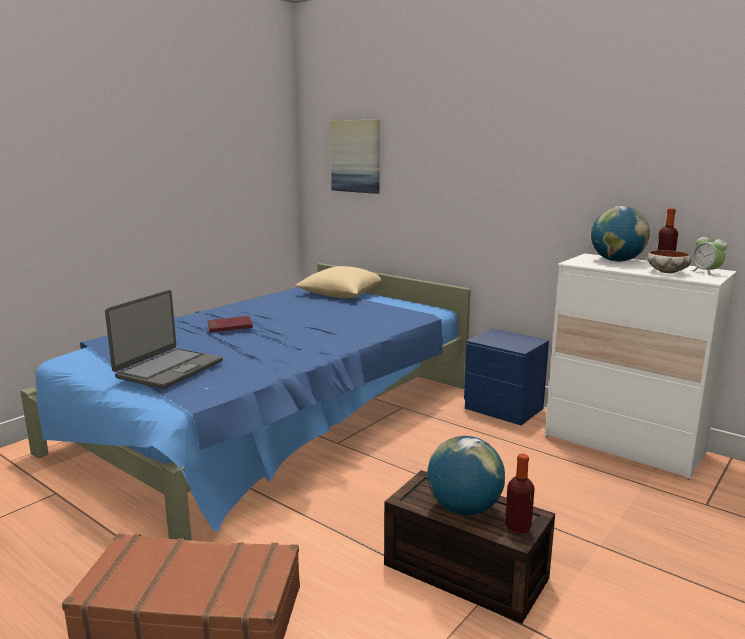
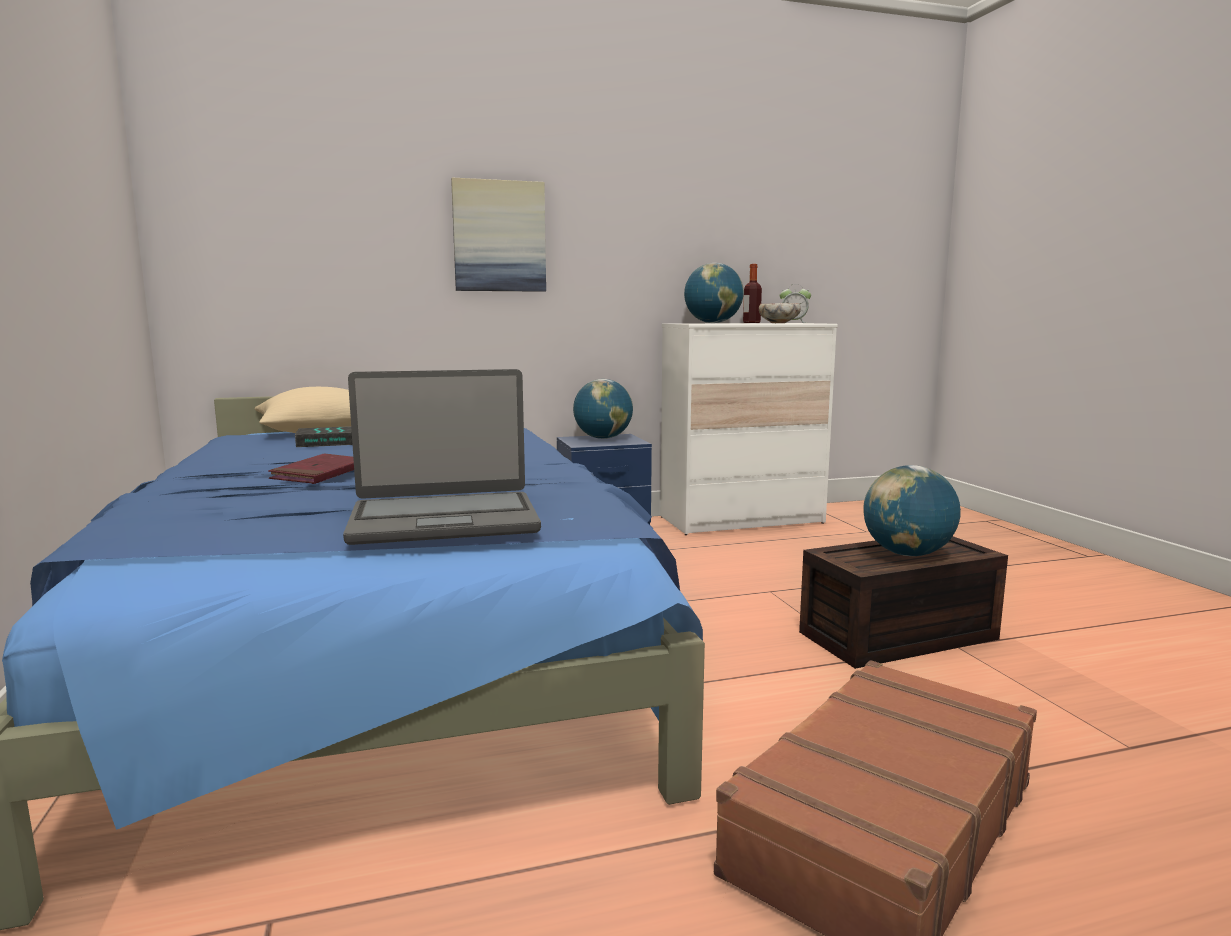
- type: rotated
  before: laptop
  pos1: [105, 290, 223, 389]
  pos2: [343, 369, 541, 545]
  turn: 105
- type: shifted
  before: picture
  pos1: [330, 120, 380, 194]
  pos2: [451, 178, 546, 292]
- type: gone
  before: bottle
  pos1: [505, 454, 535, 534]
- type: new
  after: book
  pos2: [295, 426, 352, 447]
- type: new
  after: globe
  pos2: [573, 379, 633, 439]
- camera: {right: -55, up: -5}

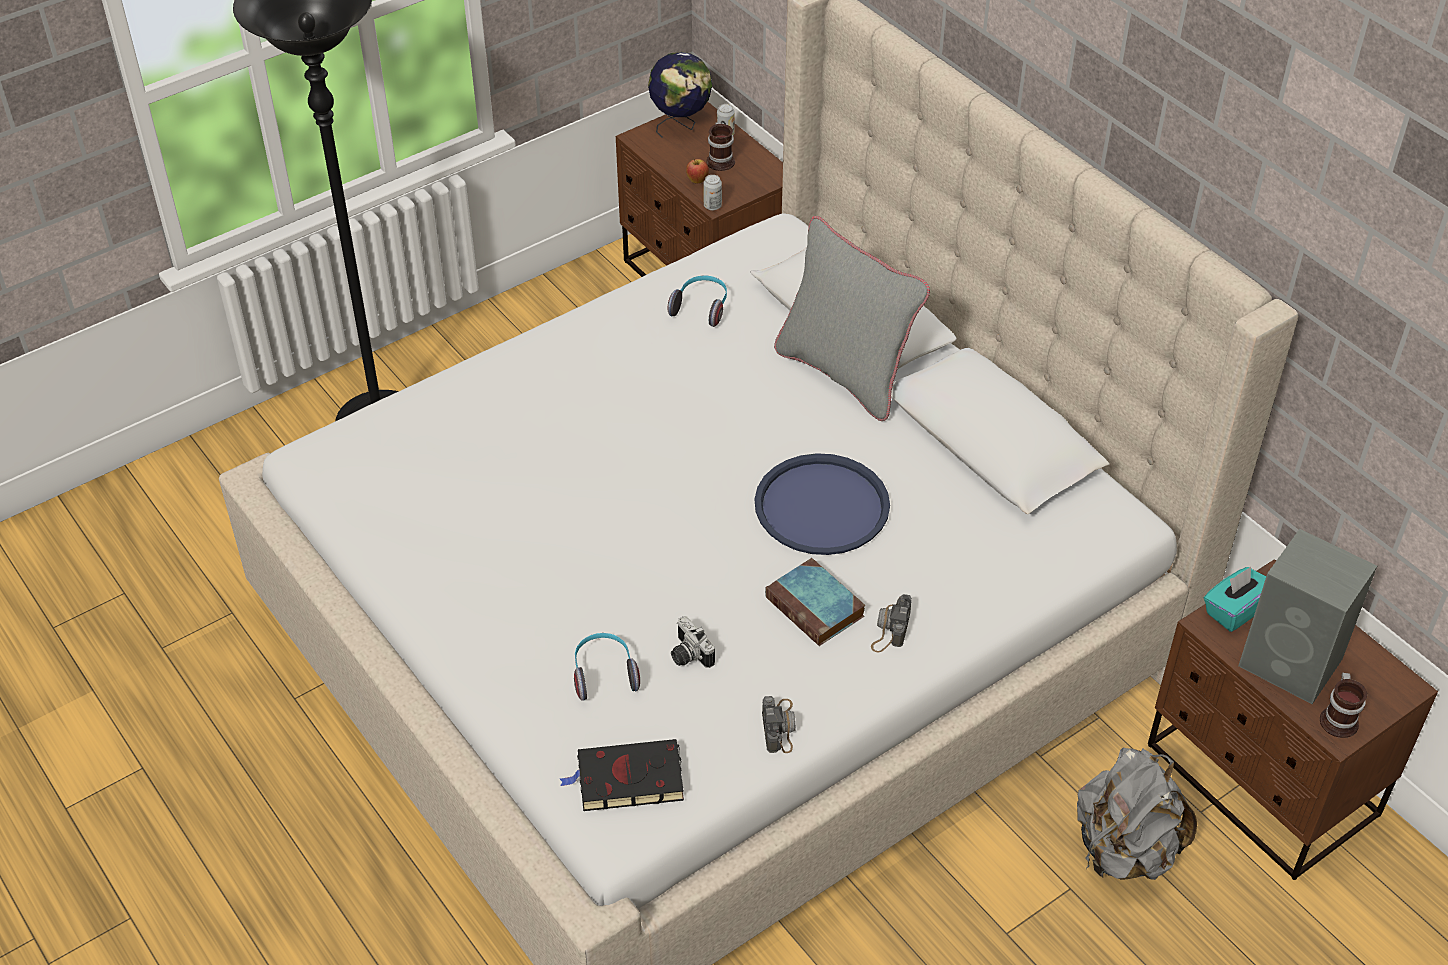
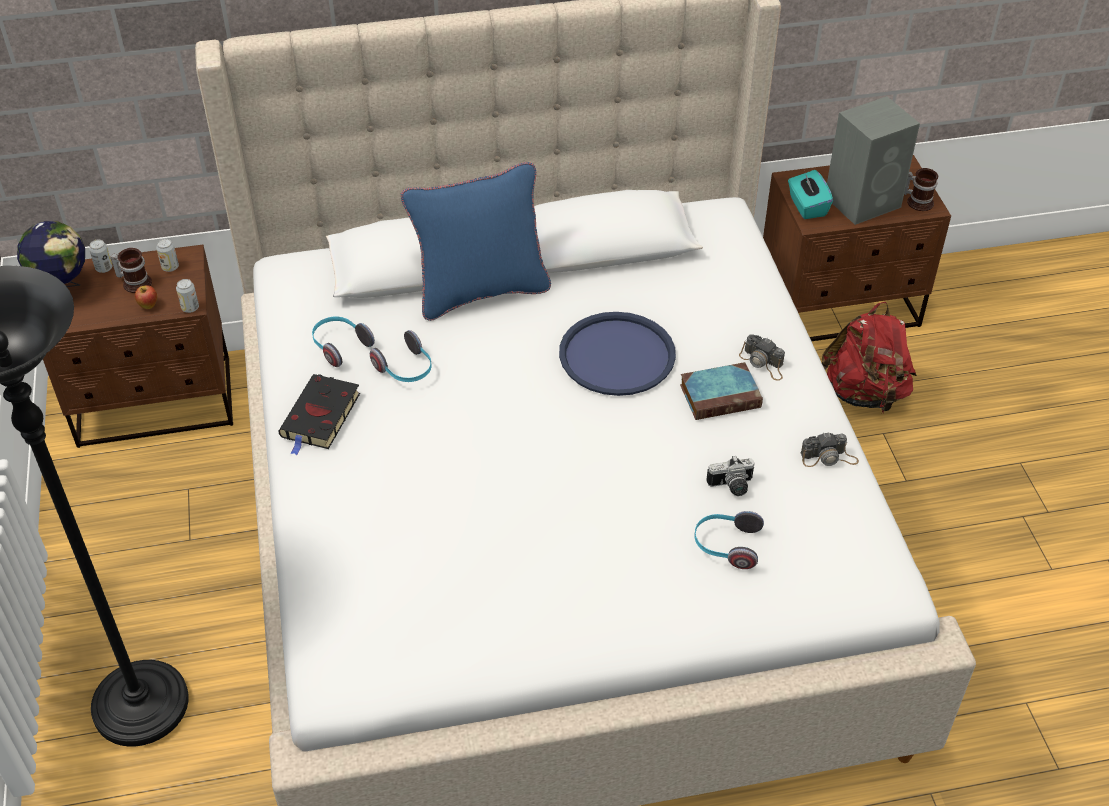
- type: shifted
  before: black_book
  pos1: [560, 739, 684, 811]
  pos2: [279, 374, 360, 456]
- type: rotated
  before: photo_camera
  pos1: [762, 696, 796, 753]
  pos2: [801, 433, 859, 467]
  turn: 150
- type: repainted
  before: grey_pillow
  after: blue_pillow
  pos1: [774, 216, 930, 421]
  pos2: [401, 162, 551, 321]
- type: repainted
  before: grey_backpack
  after: red_backpack
  pos1: [1077, 748, 1197, 880]
  pos2: [822, 302, 917, 414]
- type: new
  after: can
  pos2: [156, 239, 179, 272]
- type: new
  after: headphones
  pos2: [370, 330, 432, 382]
- camera: {right: -65, up: 0}

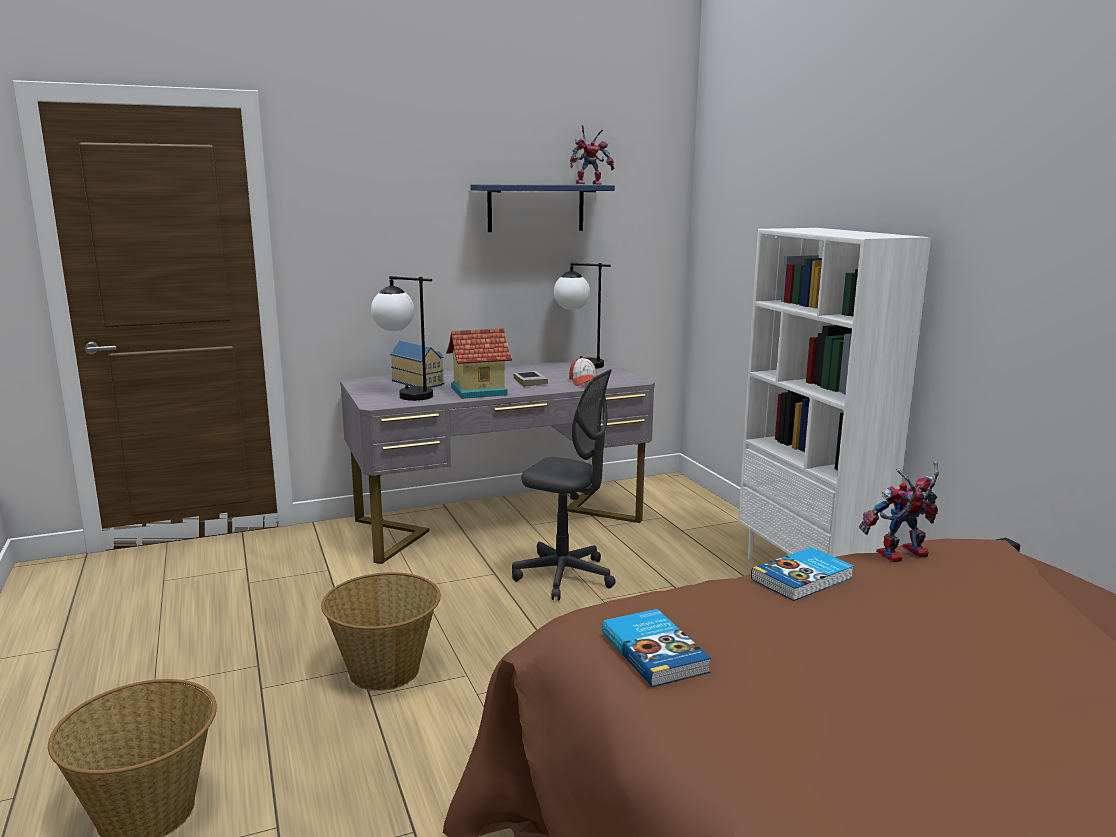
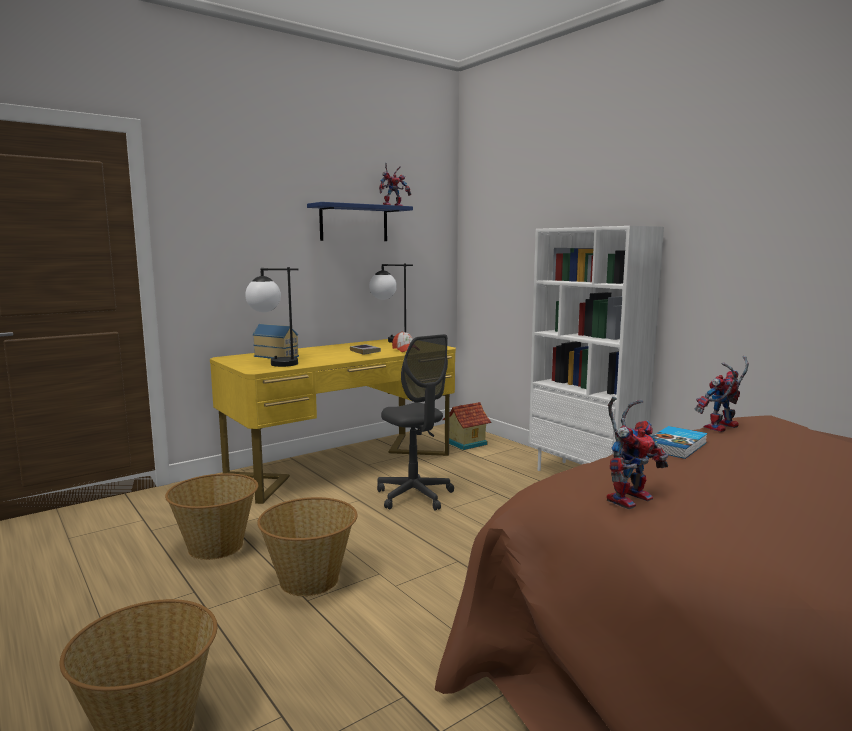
- type: repainted
  before: grey_desk
  after: yellow_desk
  pos1: [340, 360, 655, 564]
  pos2: [210, 339, 456, 504]
- type: shifted
  before: toy_house
  pos1: [446, 328, 512, 399]
  pos2: [442, 402, 491, 450]
- type: rotated
  before: grey_office_chair
  pos1: [512, 369, 616, 601]
  pos2: [377, 334, 454, 510]
  turn: 45
- type: swapped
  before: book
  after: toy_robot
  pos1: [602, 609, 711, 687]
  pos2: [607, 397, 668, 509]
- type: new
  after: basket
  pos2: [165, 473, 258, 560]
- camera: {right: -15, up: -5}

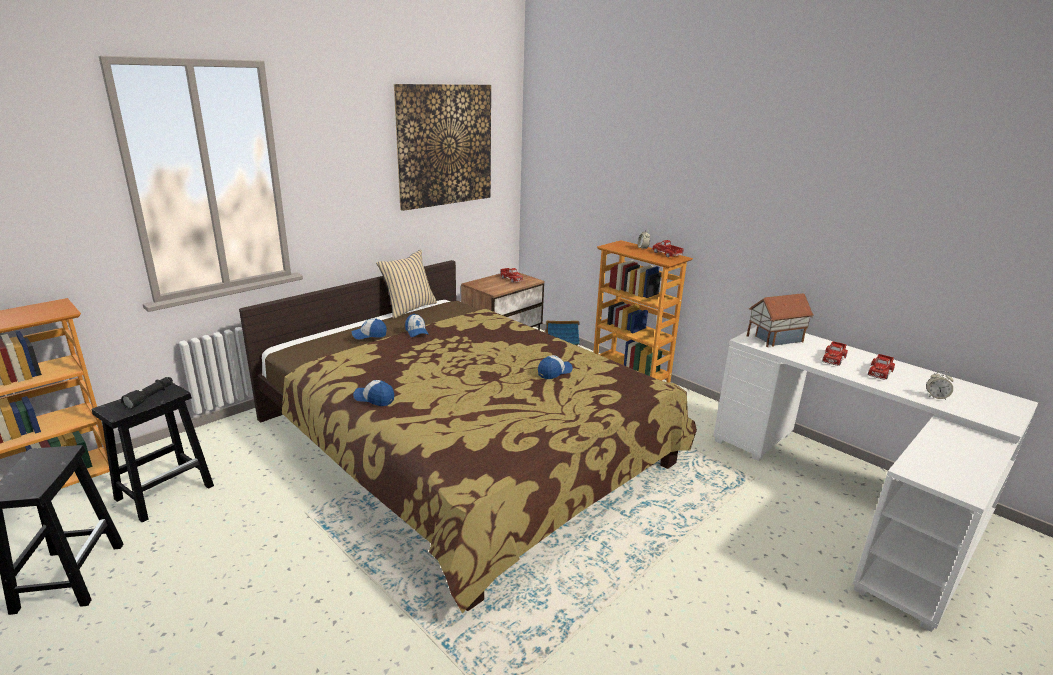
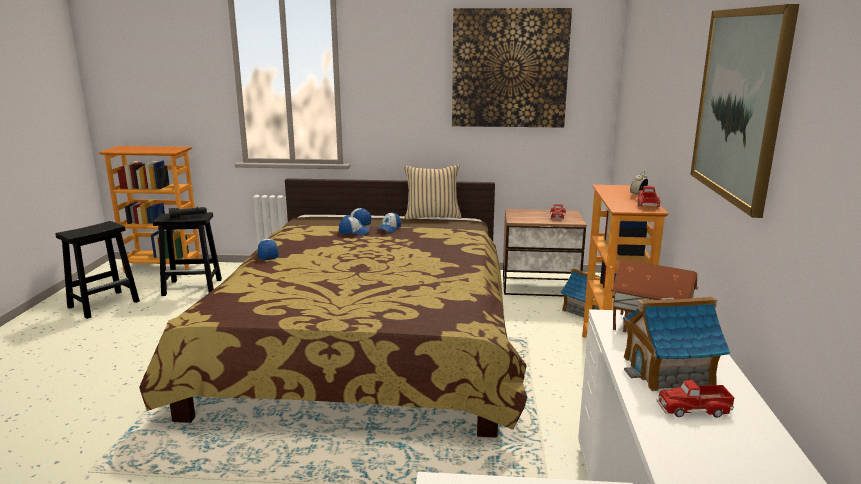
- type: shifted
  before: cap
  pos1: [538, 355, 573, 379]
  pos2: [339, 217, 371, 236]
- type: swapped
  before: toy_truck
  after: toy_house
  pos1: [822, 341, 848, 366]
  pos2: [623, 297, 730, 391]
- type: gone
  before: alarm_clock
  pos1: [926, 371, 954, 400]
- type: new
  after: picture
  pos2: [690, 4, 799, 218]
- camera: {right: 50, up: -5}

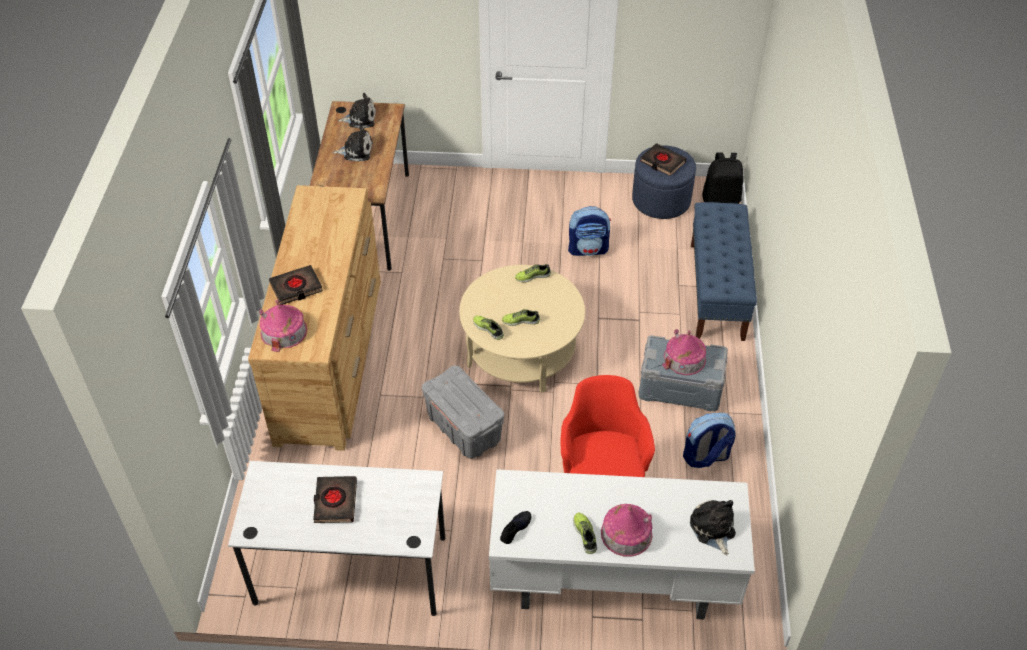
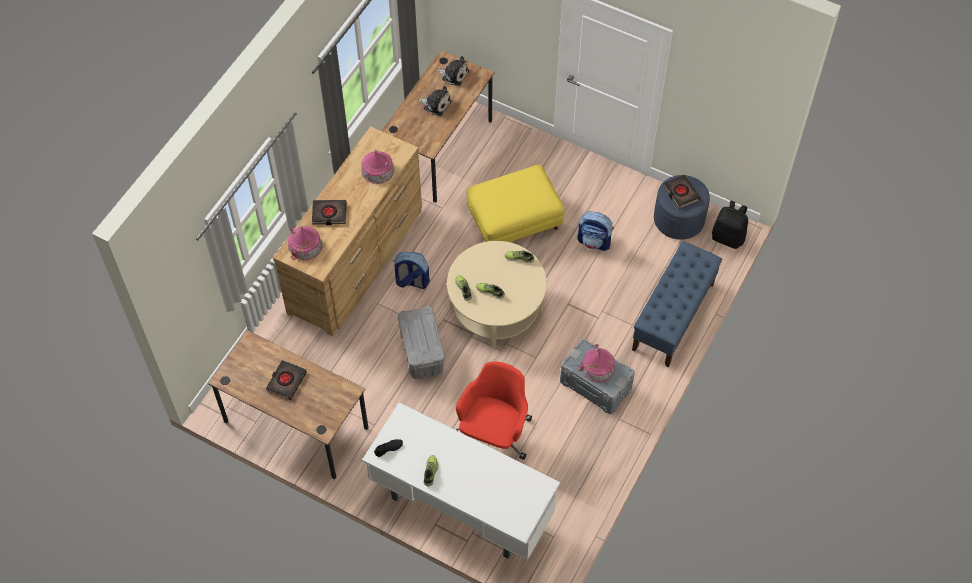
- type: repainted
  before: white_desk
  after: brown_desk
  pos1: [228, 461, 446, 616]
  pos2: [208, 330, 368, 479]
- type: shifted
  before: toy_house
  pos1: [601, 504, 652, 557]
  pos2: [361, 150, 394, 184]
- type: shifted
  before: backpack
  pos1: [683, 413, 735, 468]
  pos2: [393, 252, 430, 289]
- type: gone
  before: plush_toy
  pos1: [690, 500, 736, 555]
- type: new
  after: yellow_ottoman
  pos2: [466, 165, 564, 242]
- camera: {right: 25, up: 10}

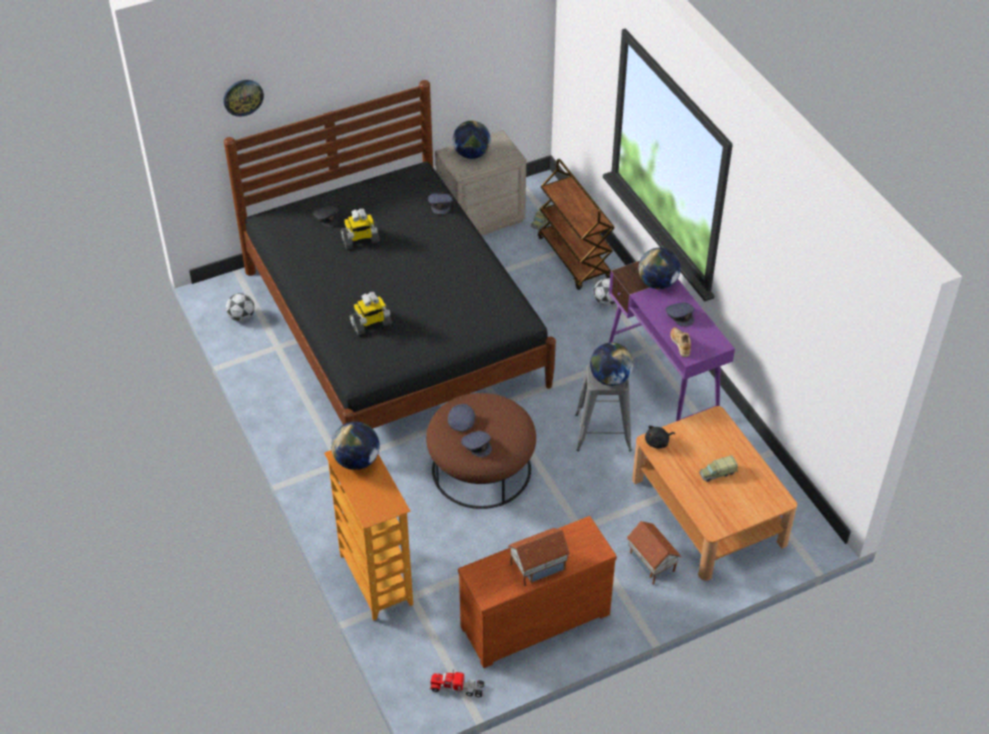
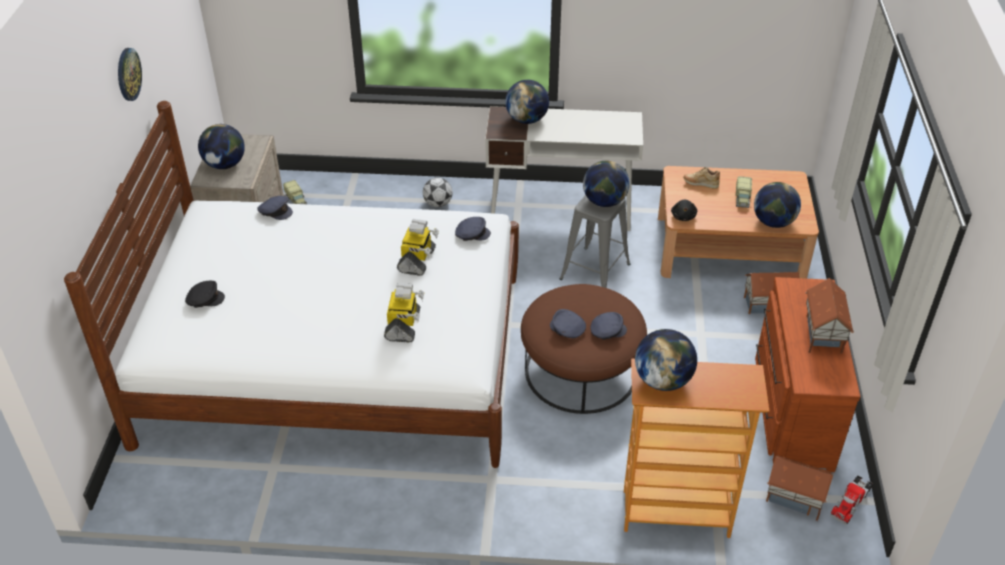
- type: shifted
  before: wall_clock
  pos1: [223, 80, 264, 117]
  pos2: [118, 48, 142, 101]
- type: repainted
  before: black_bed
  after: white_bed
  pos1: [224, 80, 556, 429]
  pos2: [64, 101, 519, 468]
- type: gone
  before: football
  pos1: [226, 293, 254, 321]
- type: shifted
  before: toy_robot
  pos1: [341, 208, 380, 249]
  pos2: [397, 219, 439, 276]
- type: gone
  before: brown_cart
  pos1: [538, 159, 615, 290]
- type: repainted
  before: purple_desk
  after: white_desk
  pos1: [609, 261, 735, 421]
  pos2: [485, 106, 643, 231]
- type: shifted
  before: grey_cap
  pos1: [666, 302, 695, 327]
  pos2: [455, 217, 491, 241]
- type: shifted
  before: beige_shoe
  pos1: [671, 327, 691, 357]
  pos2: [683, 167, 720, 189]
- type: new
  after: globe
  pos2: [754, 182, 801, 228]
- type: new
  after: toy_house
  pos2: [766, 456, 834, 521]
- camera: {right: -60, up: -5}

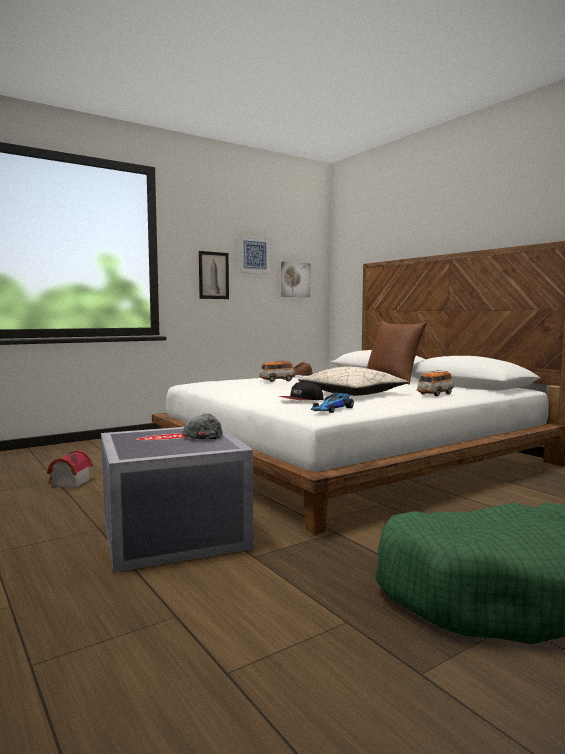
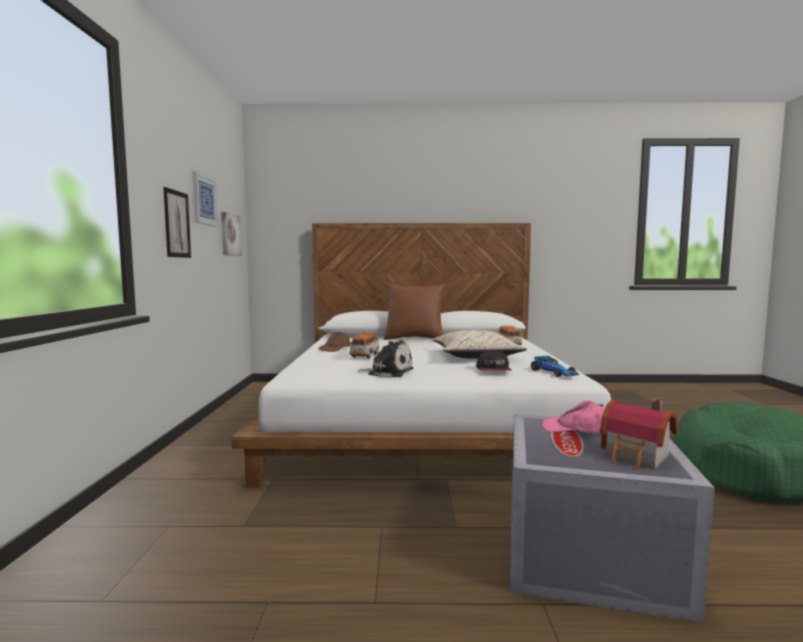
- type: shifted
  before: toy_house
  pos1: [47, 450, 93, 488]
  pos2: [600, 399, 678, 470]
- type: repainted
  before: grey_cap
  after: pink_cap
  pos1: [181, 413, 223, 439]
  pos2: [542, 401, 605, 434]
- type: new
  after: plush_toy
  pos2: [358, 340, 414, 378]
- camera: {right: -55, up: 0}

